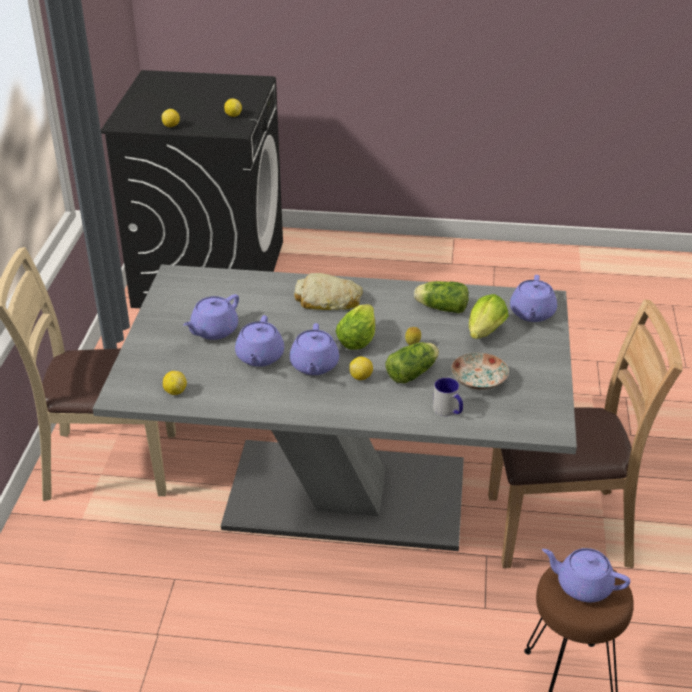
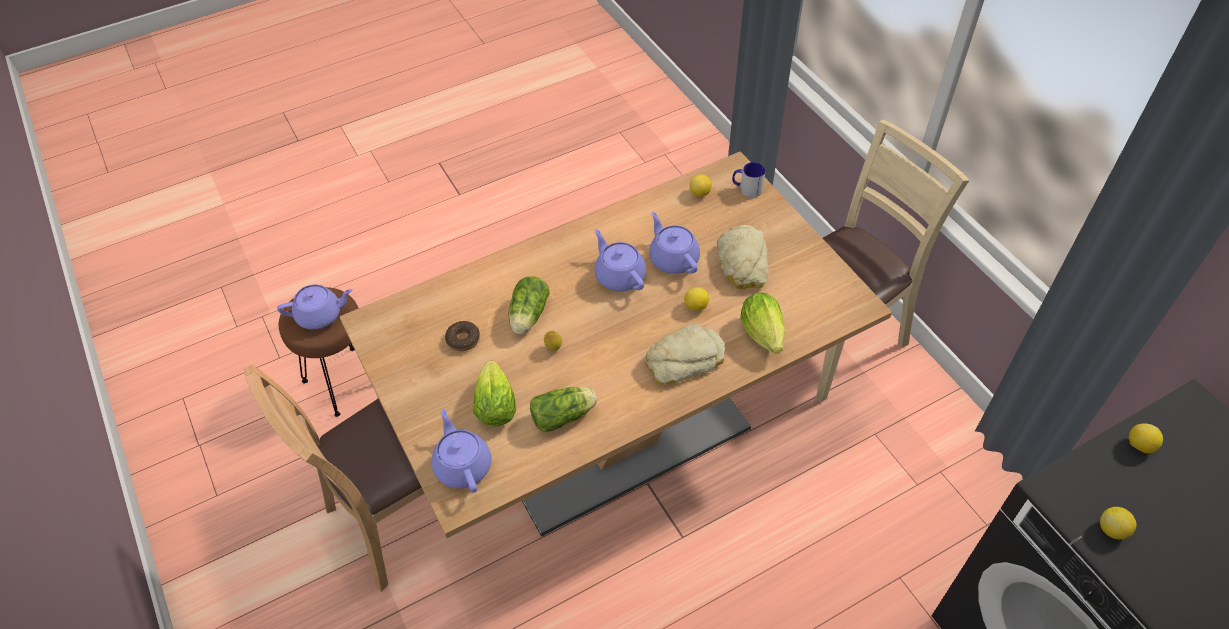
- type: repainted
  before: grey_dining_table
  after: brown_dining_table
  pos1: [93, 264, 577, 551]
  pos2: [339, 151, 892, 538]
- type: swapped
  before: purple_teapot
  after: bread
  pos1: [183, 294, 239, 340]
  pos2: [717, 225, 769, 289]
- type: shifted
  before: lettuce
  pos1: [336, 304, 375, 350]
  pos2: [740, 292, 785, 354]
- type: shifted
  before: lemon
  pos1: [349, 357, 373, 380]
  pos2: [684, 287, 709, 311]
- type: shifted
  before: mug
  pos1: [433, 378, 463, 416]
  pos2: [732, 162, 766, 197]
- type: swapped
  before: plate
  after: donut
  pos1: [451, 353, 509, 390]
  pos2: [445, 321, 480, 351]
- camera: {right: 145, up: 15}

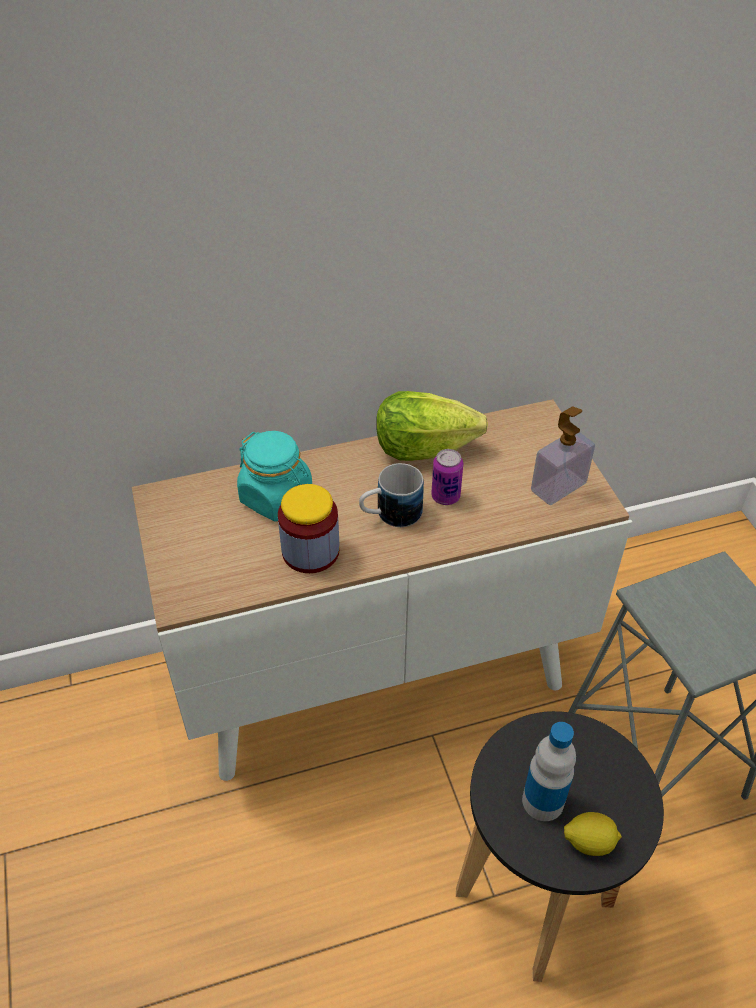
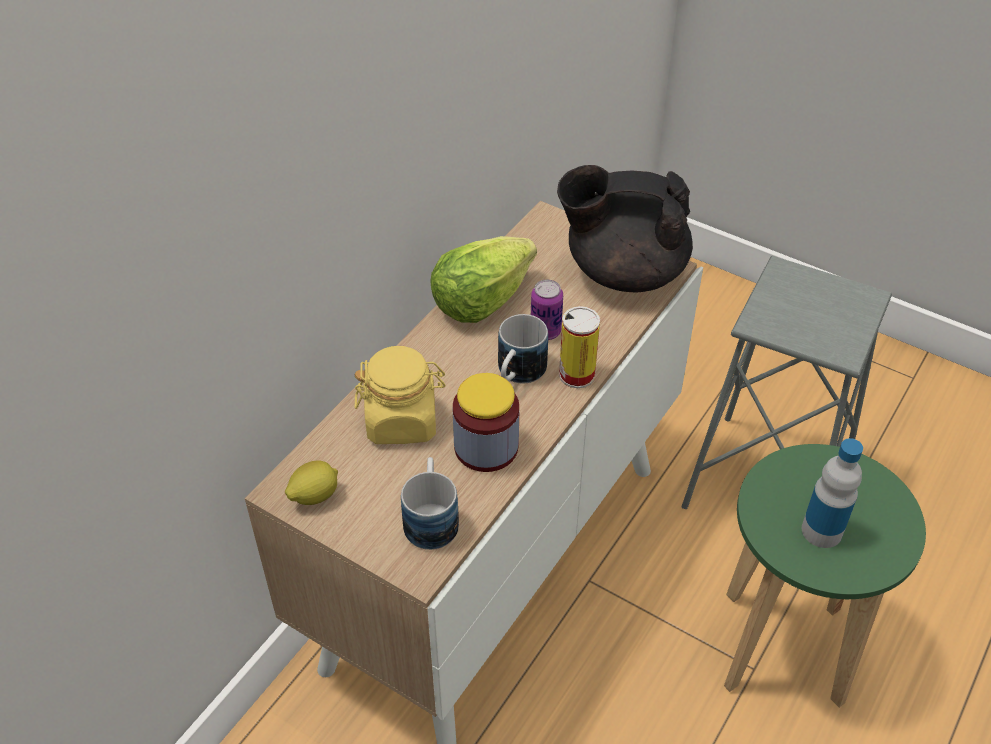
- type: repainted
  before: turquoise_jar
  after: yellow_jar
  pos1: [237, 431, 312, 522]
  pos2: [355, 346, 446, 444]
- type: repainted
  before: black_stool
  after: green_stool
  pos1: [456, 711, 664, 982]
  pos2: [724, 444, 926, 708]
- type: swapped
  before: soap_dispenser
  after: black_teapot
  pos1: [531, 407, 595, 505]
  pos2: [557, 165, 693, 292]
- type: shifted
  before: lemon
  pos1: [564, 812, 622, 856]
  pos2: [285, 460, 338, 505]
- type: new
  after: mug
  pos2: [401, 457, 459, 550]
- type: new
  after: can
  pos2: [559, 306, 600, 388]
- camera: {right: -40, up: 0}

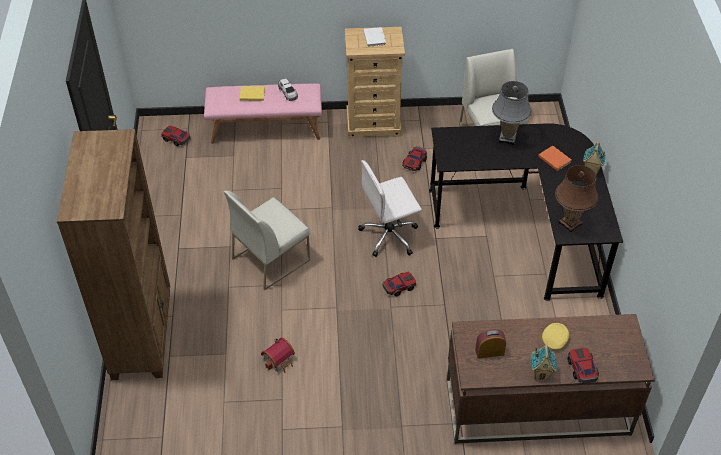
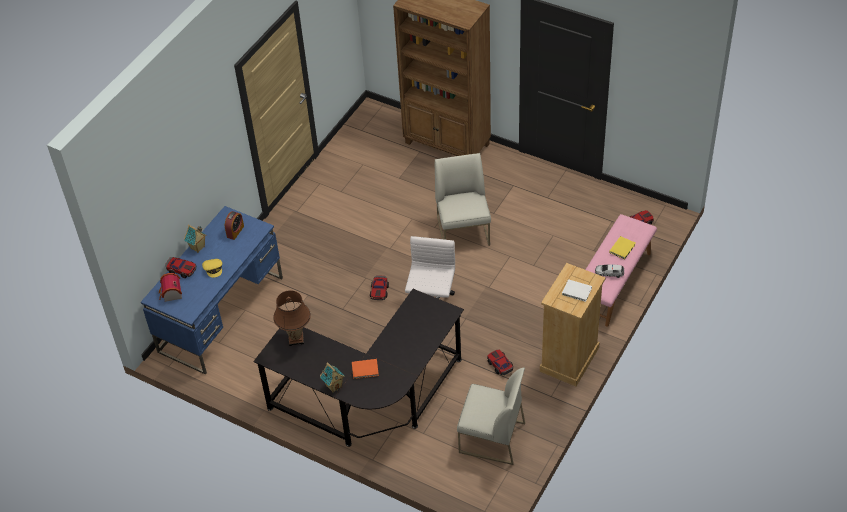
- type: shifted
  before: toy_house
  pos1: [261, 338, 295, 373]
  pos2: [159, 273, 182, 302]
- type: repainted
  before: brown_desk
  after: blue_desk
  pos1: [447, 314, 655, 444]
  pos2: [141, 206, 283, 375]
- type: gone
  before: grey_table_lamp
  pos1: [492, 81, 532, 145]
- camera: {right: 125, up: 0}

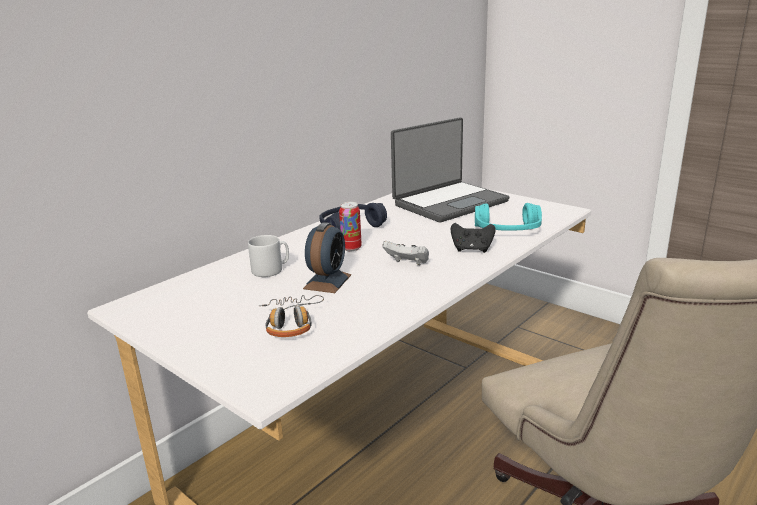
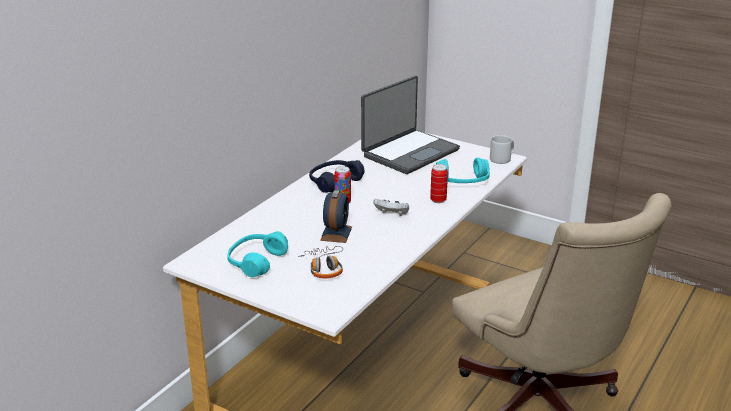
- type: shifted
  before: grey_mug
  pos1: [248, 235, 289, 277]
  pos2: [490, 135, 514, 164]
- type: swapped
  before: black_game_controller
  after: can
  pos1: [451, 223, 495, 253]
  pos2: [430, 164, 448, 203]
- type: new
  after: turquoise_headphones
  pos2: [227, 231, 288, 277]
- camera: {right: -10, up: 5}

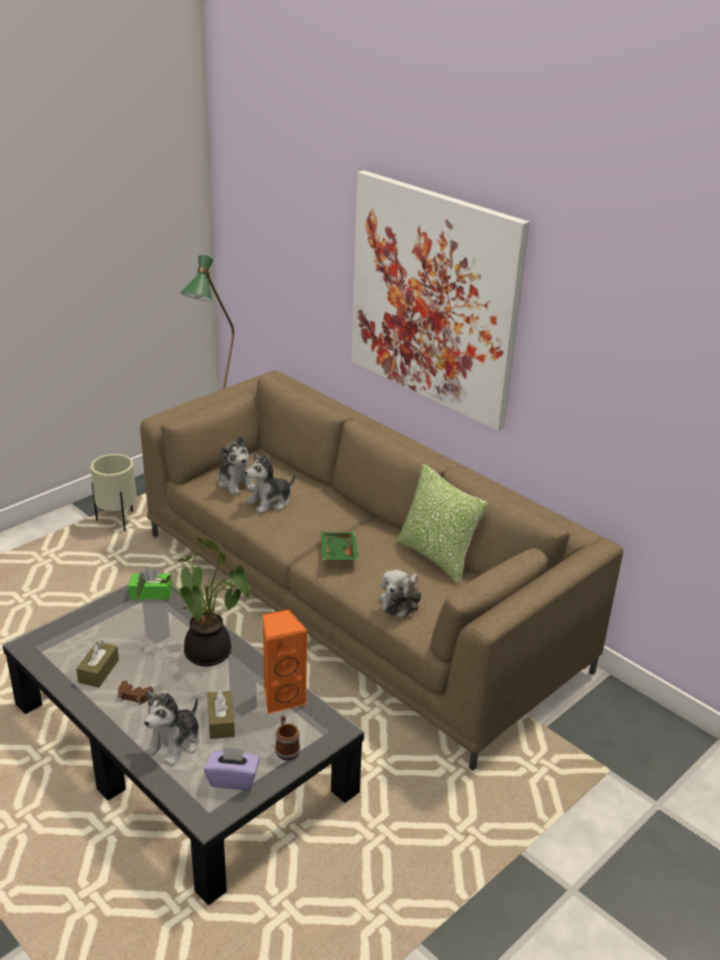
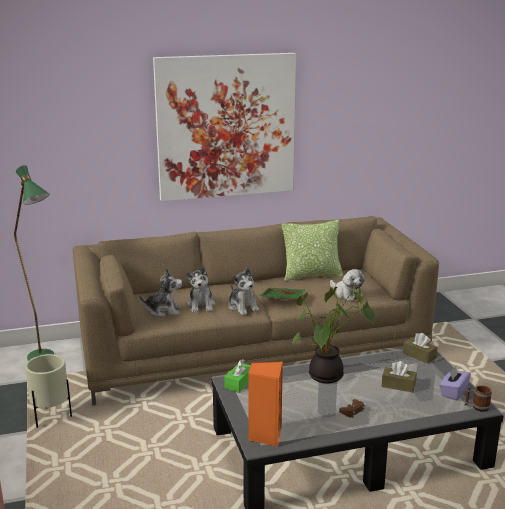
- type: shifted
  before: brown_tissue_box
  pos1: [76, 640, 119, 687]
  pos2: [403, 333, 438, 363]
- type: shifted
  before: plush_toy
  pos1: [144, 690, 200, 766]
  pos2: [228, 267, 259, 315]
- type: shifted
  before: orange_speaker
  pos1: [263, 609, 308, 714]
  pos2: [248, 361, 283, 447]
- type: shifted
  before: mug
  pos1: [275, 715, 300, 760]
  pos2: [464, 385, 492, 412]
- camera: {right: -60, up: -10}

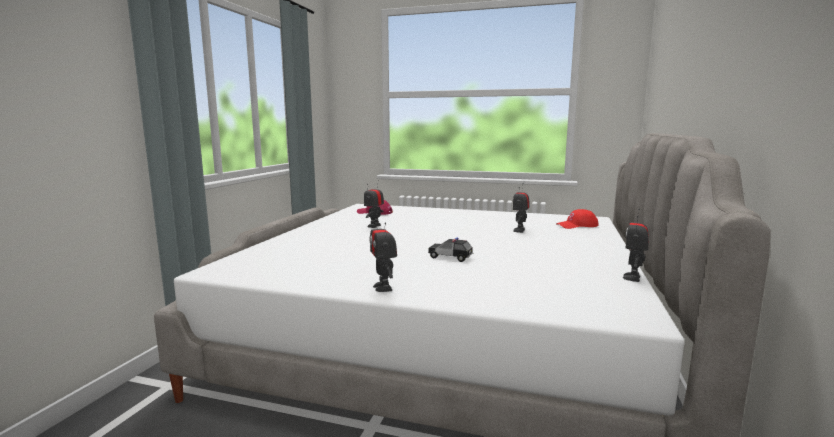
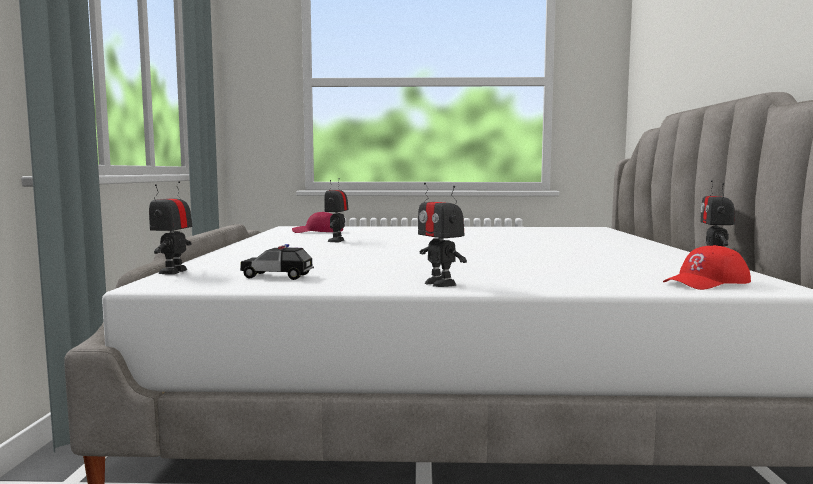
- type: shifted
  before: toy_car
  pos1: [428, 238, 473, 262]
  pos2: [240, 244, 314, 280]
- type: shifted
  before: toy_robot
  pos1: [513, 189, 530, 233]
  pos2: [149, 181, 192, 275]
- type: shifted
  before: red_cap
  pos1: [556, 209, 599, 229]
  pos2: [663, 245, 751, 290]
- camera: {right: -15, up: -5}

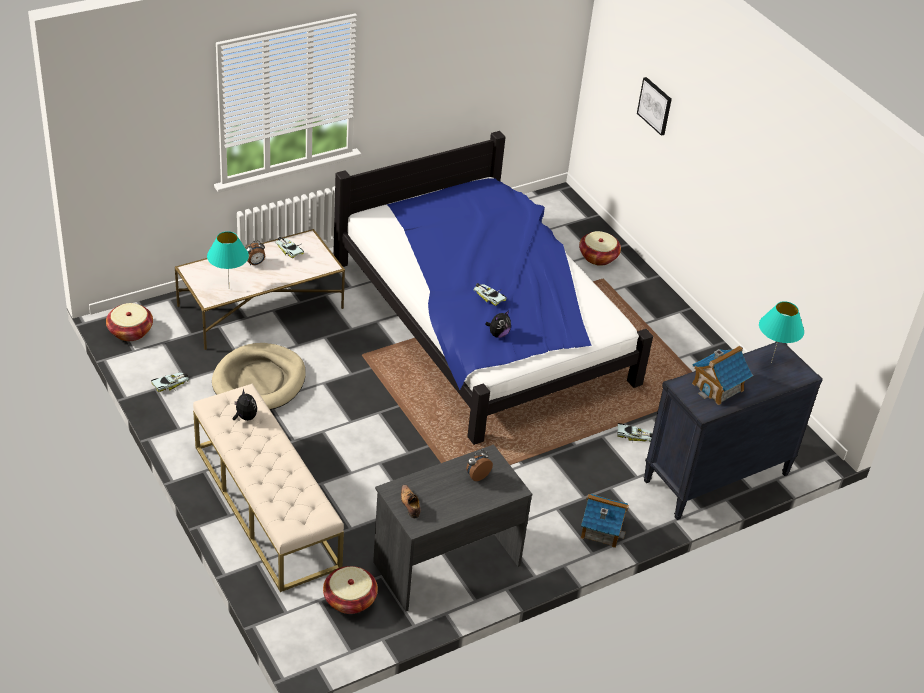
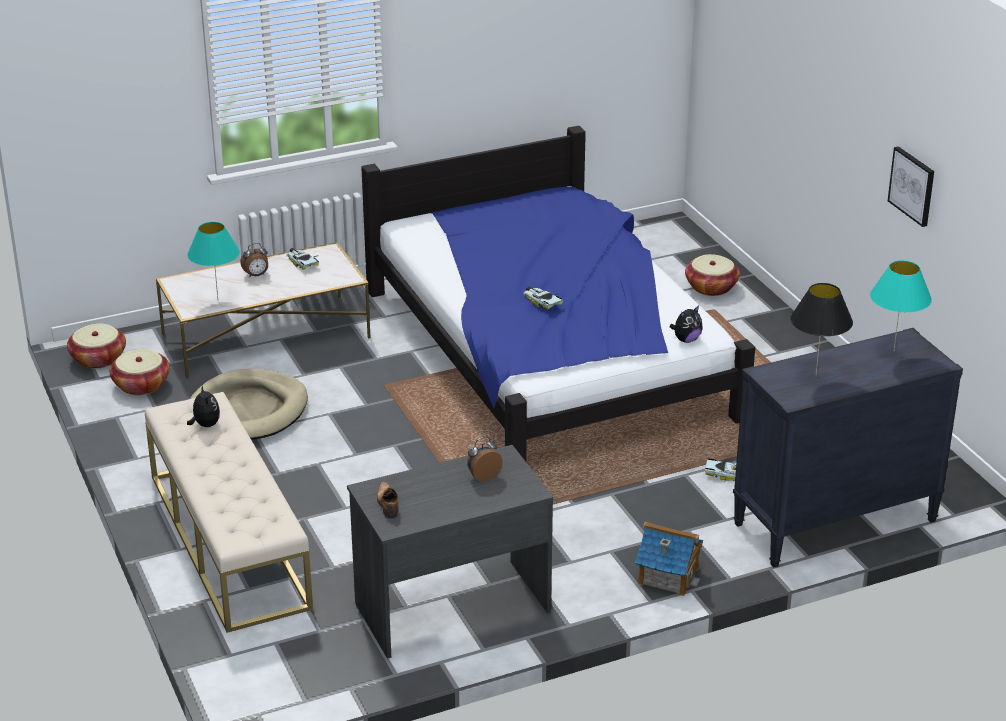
- type: gone
  before: toy_car
  pos1: [151, 373, 189, 392]
- type: shifted
  before: basket
  pos1: [323, 566, 378, 614]
  pos2: [110, 349, 170, 395]
- type: shifted
  before: plush_toy
  pos1: [485, 310, 511, 338]
  pos2: [669, 306, 702, 343]
- type: shifted
  before: picture
  pos1: [637, 77, 672, 136]
  pos2: [888, 146, 934, 227]
- type: swapped
  before: toy_house
  after: black_table_lamp
  pos1: [692, 346, 753, 405]
  pos2: [790, 283, 853, 375]
- camera: {right: 10, up: -10}

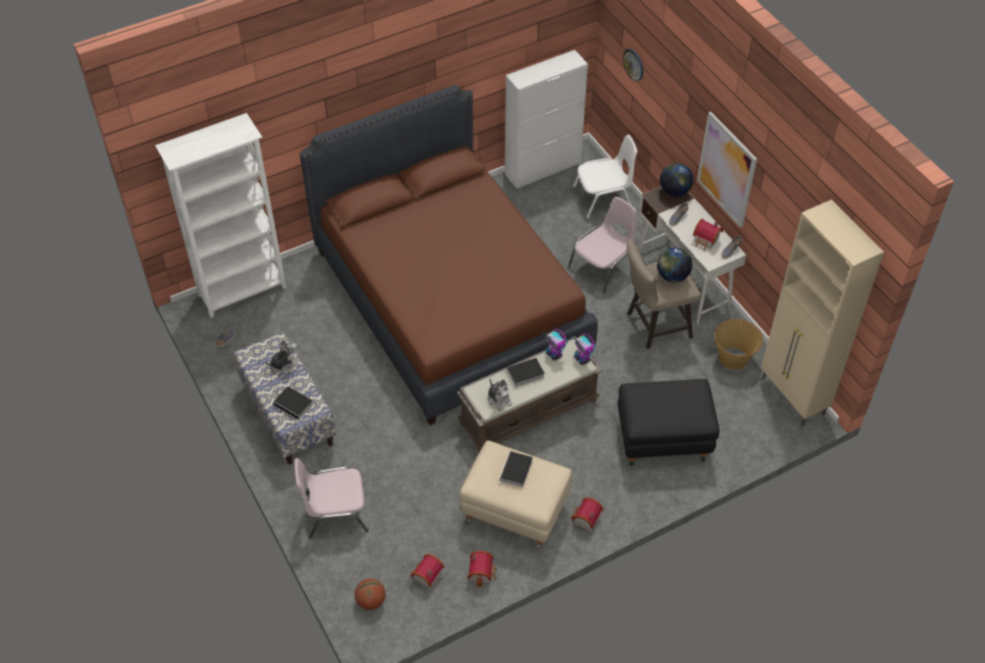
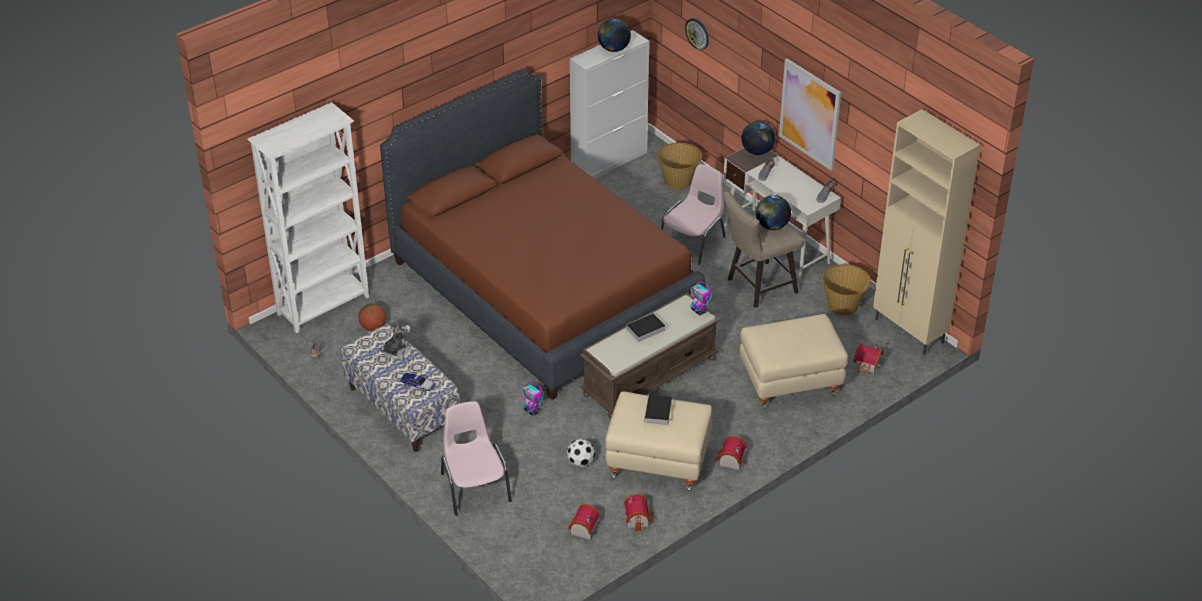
- type: swapped
  before: book
  after: toy_car
  pos1: [273, 386, 313, 421]
  pos2: [400, 373, 435, 392]
- type: rotated
  before: pink_chair
  pos1: [294, 458, 369, 538]
  pos2: [441, 401, 512, 516]
  turn: 90
- type: shifted
  before: basketball
  pos1: [355, 579, 386, 610]
  pos2: [358, 303, 386, 331]
- type: gone
  before: plush_toy
  pos1: [488, 379, 512, 411]
- type: shifted
  before: toy_robot
  pos1: [543, 329, 568, 361]
  pos2: [518, 382, 544, 416]
- type: swapped
  before: white_chair
  after: basket
  pos1: [573, 135, 637, 218]
  pos2: [657, 143, 702, 190]
- type: repainted
  before: black_ottoman
  after: beige_ottoman
  pos1: [618, 379, 719, 466]
  pos2: [740, 314, 848, 409]
- type: shifted
  before: toy_house
  pos1: [693, 219, 723, 251]
  pos2: [853, 343, 883, 376]
- type: new
  after: football
  pos2: [567, 439, 595, 467]
- type: new
  after: globe
  pos2: [598, 19, 631, 52]
- camera: {right: -10, up: -10}

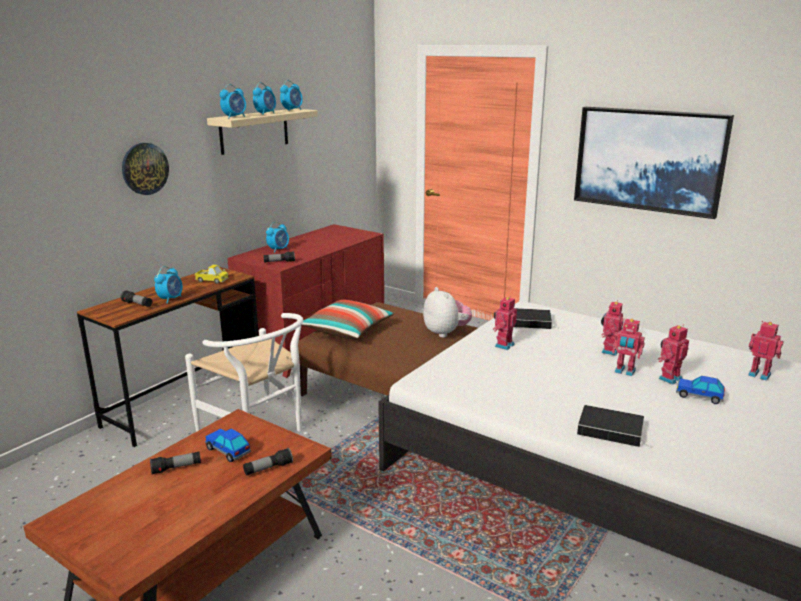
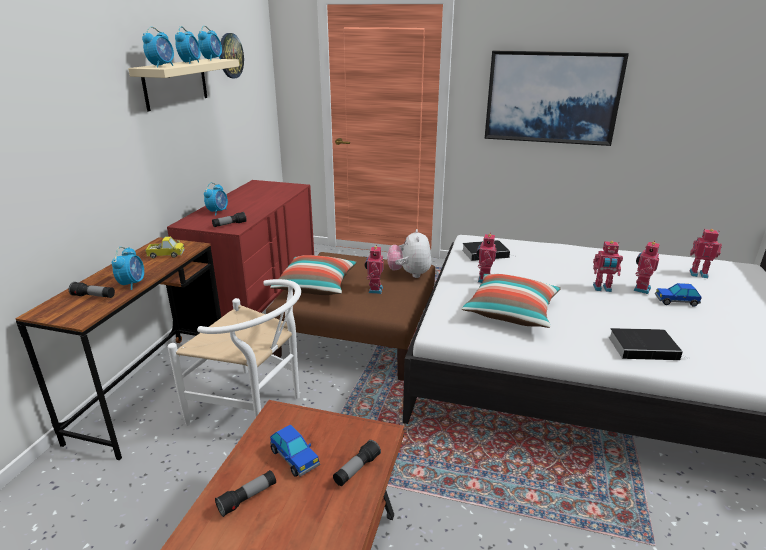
- type: shifted
  before: wall_clock
  pos1: [122, 143, 169, 195]
  pos2: [220, 33, 244, 78]
- type: rotated
  before: toy_car
  pos1: [205, 429, 251, 462]
  pos2: [270, 424, 320, 477]
  turn: -150
- type: rotated
  before: plush_toy
  pos1: [423, 287, 472, 338]
  pos2: [387, 229, 431, 278]
  turn: -135
- type: shifted
  before: toy_robot
  pos1: [601, 300, 624, 356]
  pos2: [365, 245, 384, 294]
- type: new
  after: pillow
  pos2: [462, 274, 561, 328]
- camera: {right: -20, up: 5}

